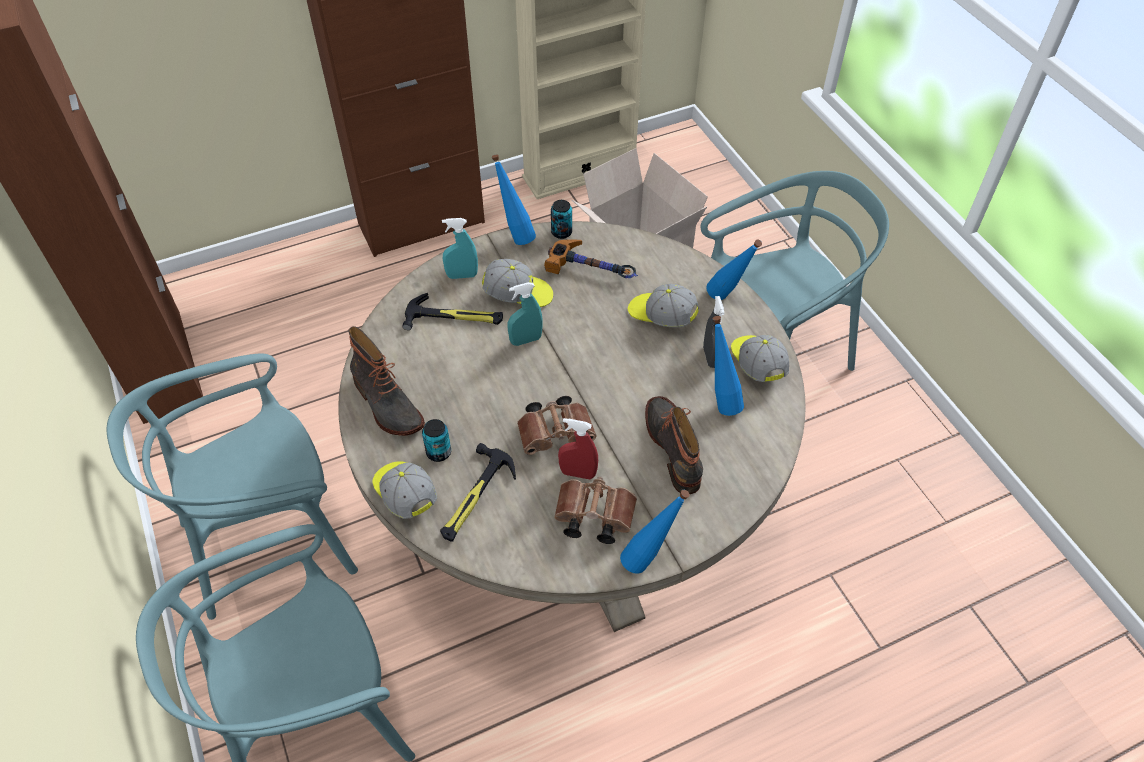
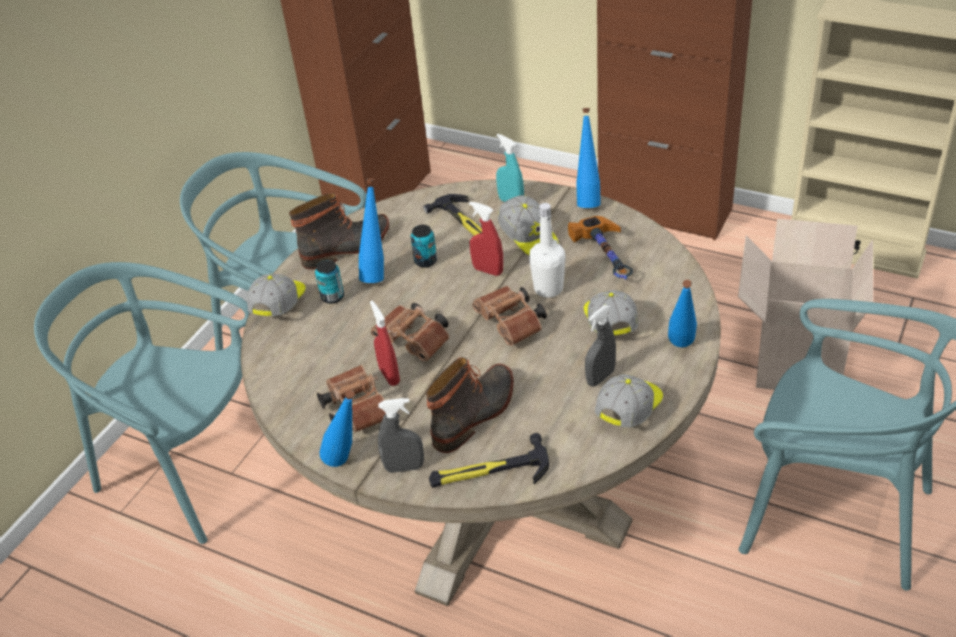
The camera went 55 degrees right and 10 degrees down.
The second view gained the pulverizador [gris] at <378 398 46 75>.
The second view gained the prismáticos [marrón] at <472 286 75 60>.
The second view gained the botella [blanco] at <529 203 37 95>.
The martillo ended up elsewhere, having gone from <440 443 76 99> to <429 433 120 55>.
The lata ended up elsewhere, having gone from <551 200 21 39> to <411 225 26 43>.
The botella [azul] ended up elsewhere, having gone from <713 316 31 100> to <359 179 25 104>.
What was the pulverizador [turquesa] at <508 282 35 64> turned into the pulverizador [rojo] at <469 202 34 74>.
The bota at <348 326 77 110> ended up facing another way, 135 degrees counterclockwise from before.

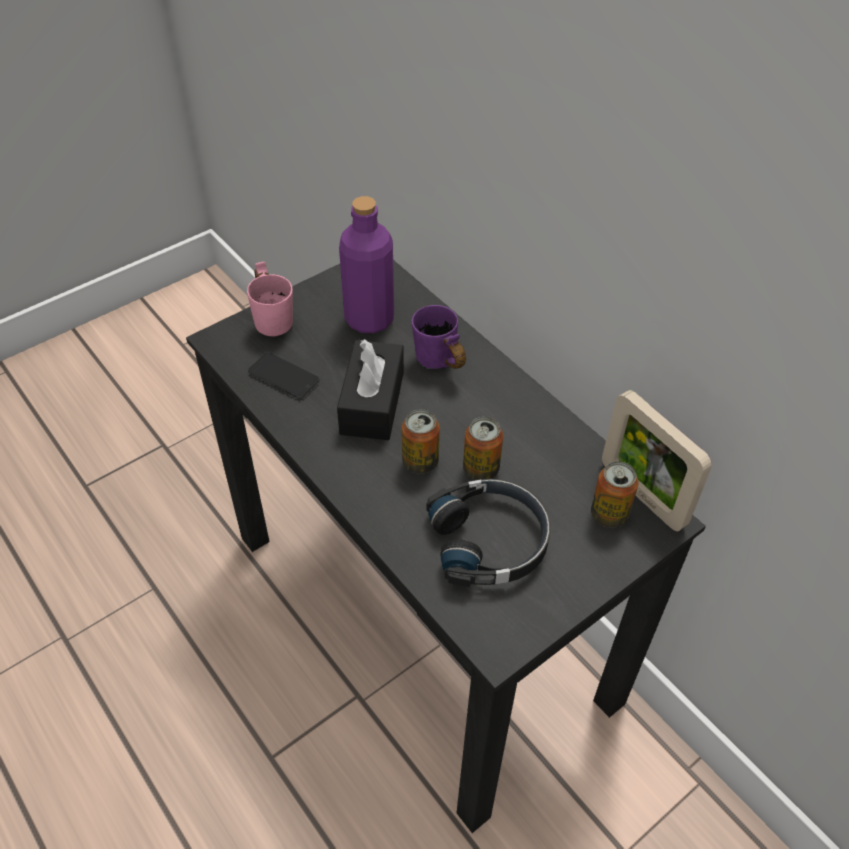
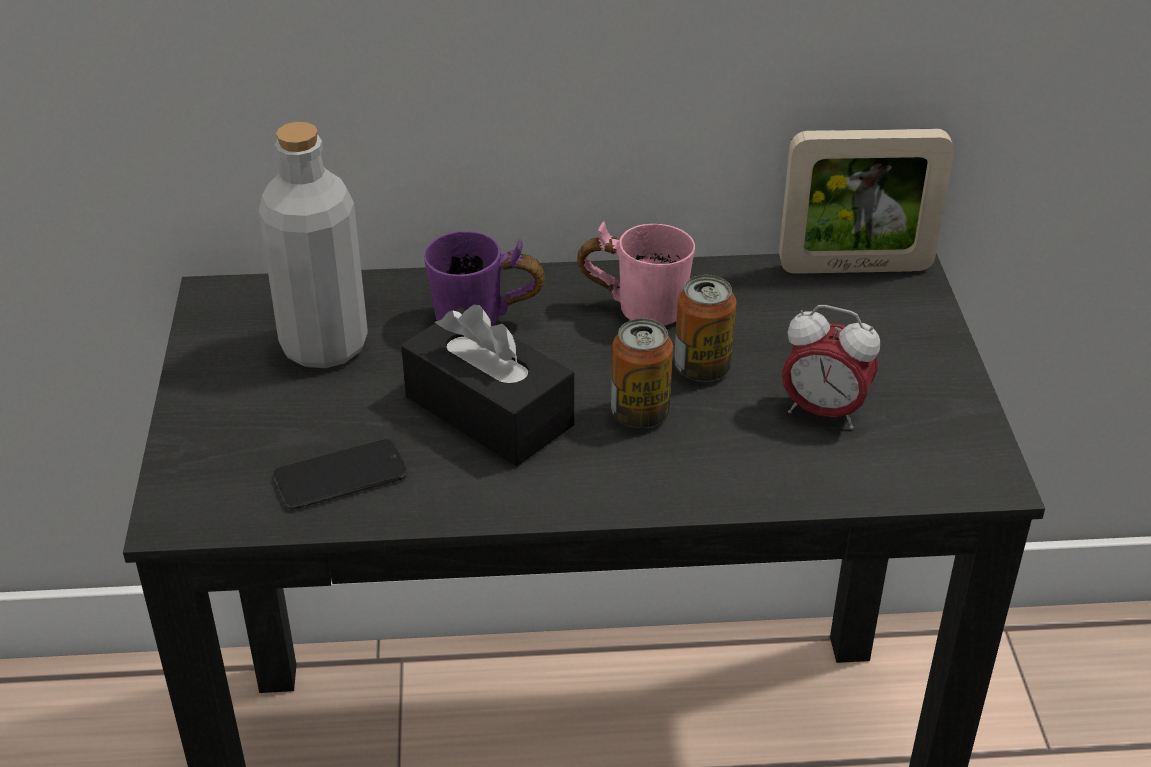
The camera went 55 degrees left and 10 degrees down.
The second view lost the lata at <591 462 48 66>.
The taza grande [rosa] ended up elsewhere, having gone from <247 262 46 75> to <577 222 118 104>.
Where the auriculares [negro] stood at <426 479 124 108>, the despertador came to stand at <782 305 98 124>.
What was the botella [morado] at <339 196 55 137> turned into the botella [gris] at <259 122 109 246>.

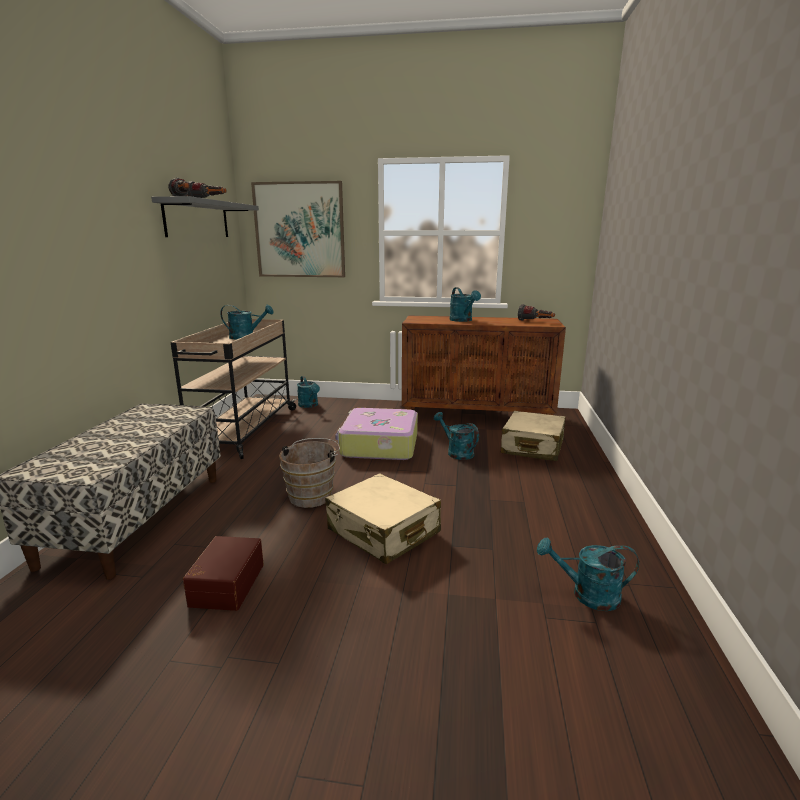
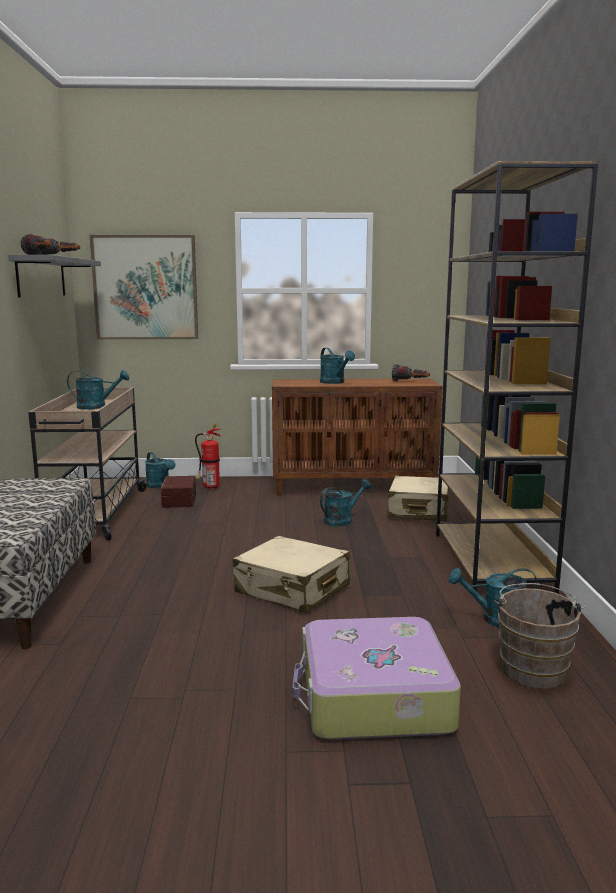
The camera went 10 degrees left and 5 degrees down.
The second view gained the extintor at <195 424 26 65>.
The second view gained the estantería [marrón] at <436 161 162 433>.
The caja de almacenaje [marrón] ended up elsewhere, having gone from <183 536 81 75> to <161 476 35 32>.
The cubo [marrón] ended up elsewhere, having gone from <279 438 61 70> to <494 583 91 106>.
The maleta ended up elsewhere, having gone from <335 408 83 52> to <293 617 168 123>.
The regadera [turquesa] at <434 412 45 48> ended up facing another way, 105 degrees clockwise from before.

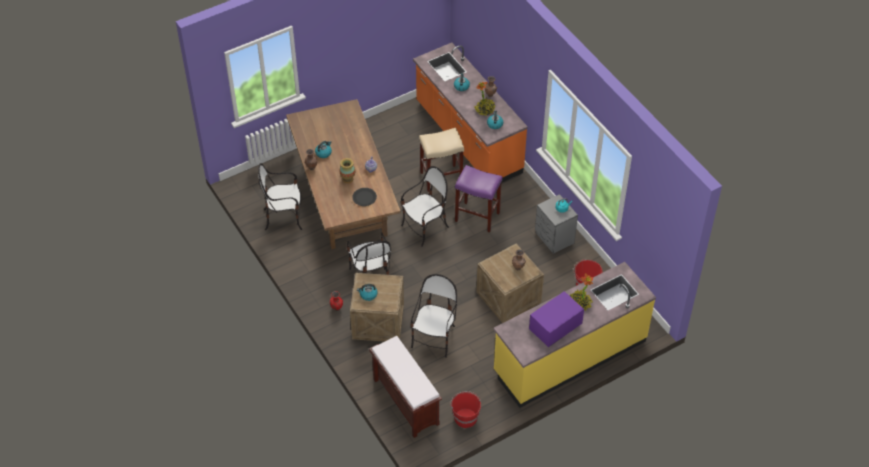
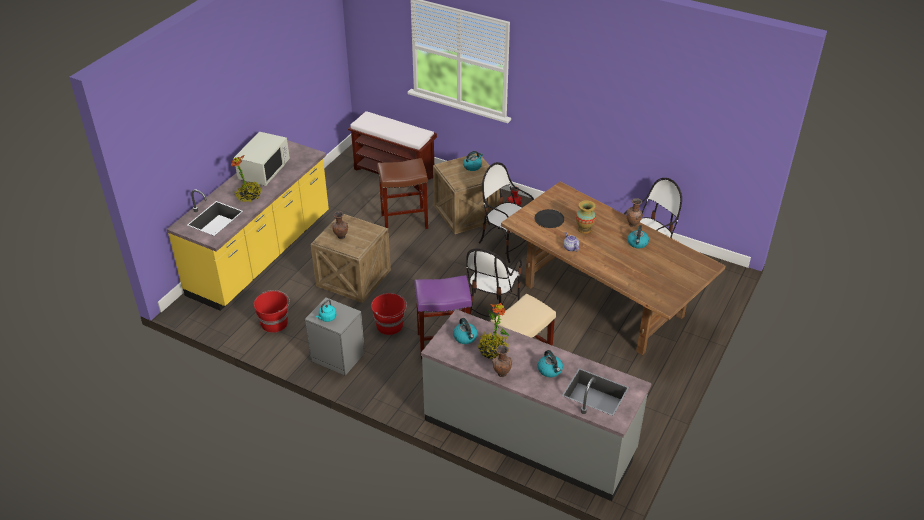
The camera went 150 degrees right and 10 degrees down.
The cubo [rojo] ended up elsewhere, having gone from <451 391 30 37> to <371 293 36 42>.
Where the silla stood at <411 274 46 84>, the taburete [marrón] came to stand at <377 158 51 71>.
What was the mueble bajo de cocina [naranja] at <413 43 115 140> turned into the mueble bajo de cocina [gris] at <421 309 231 192>.
What was the microondas [morado] at <529 291 55 56> turned into the microondas [blanco] at <234 132 56 54>.

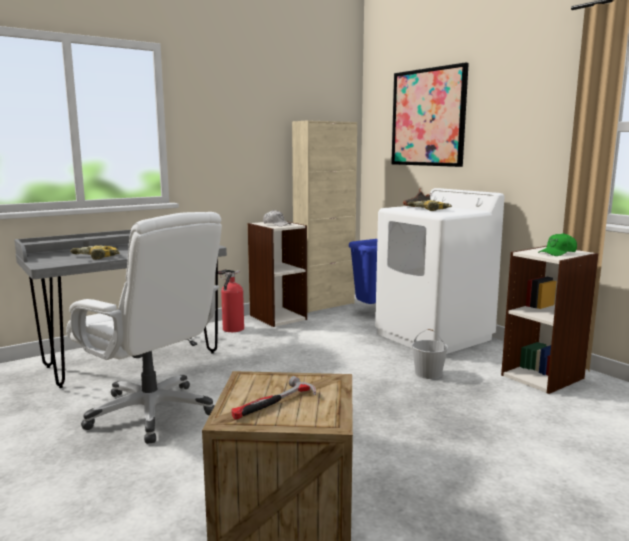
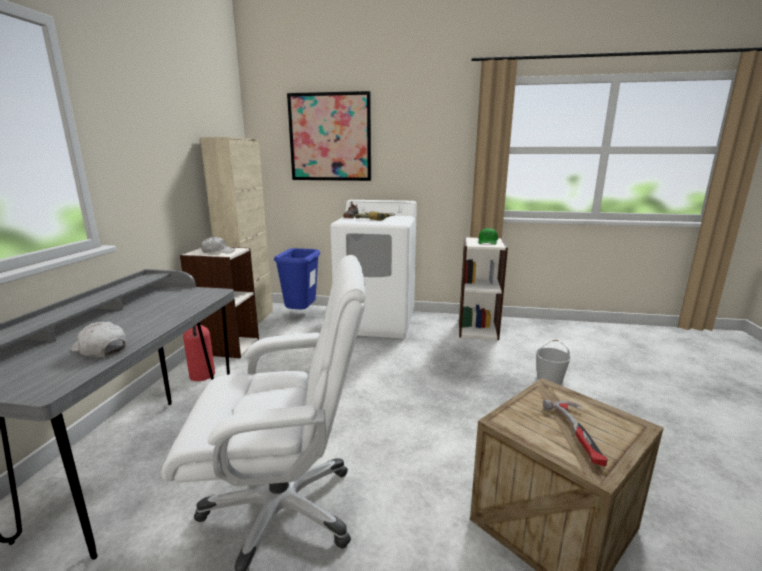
The camera went 45 degrees left and 5 degrees up.
The cubo [blanco] ended up elsewhere, having gone from <412 329 36 50> to <536 340 35 45>.
Where the taladro stood at <70 245 50 15>, the gorra [blanco] came to stand at <71 322 56 35>.

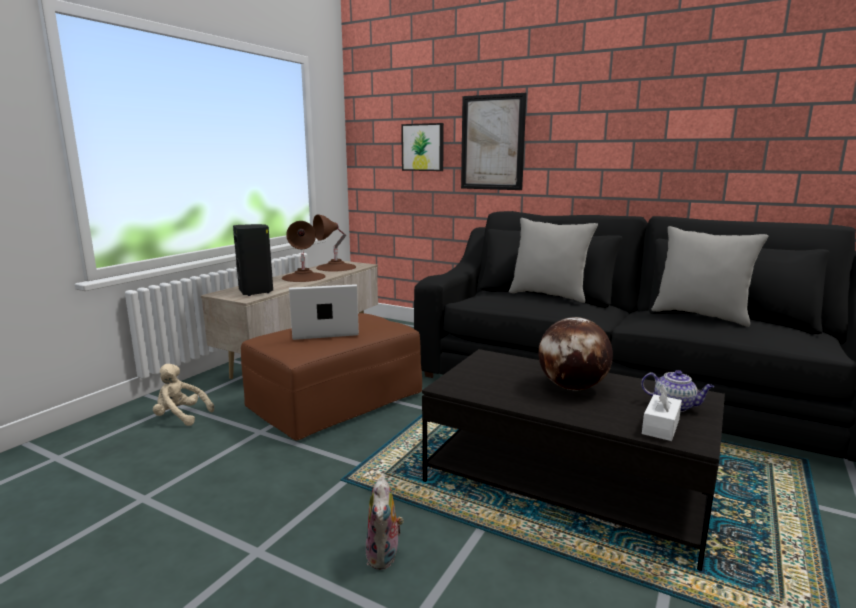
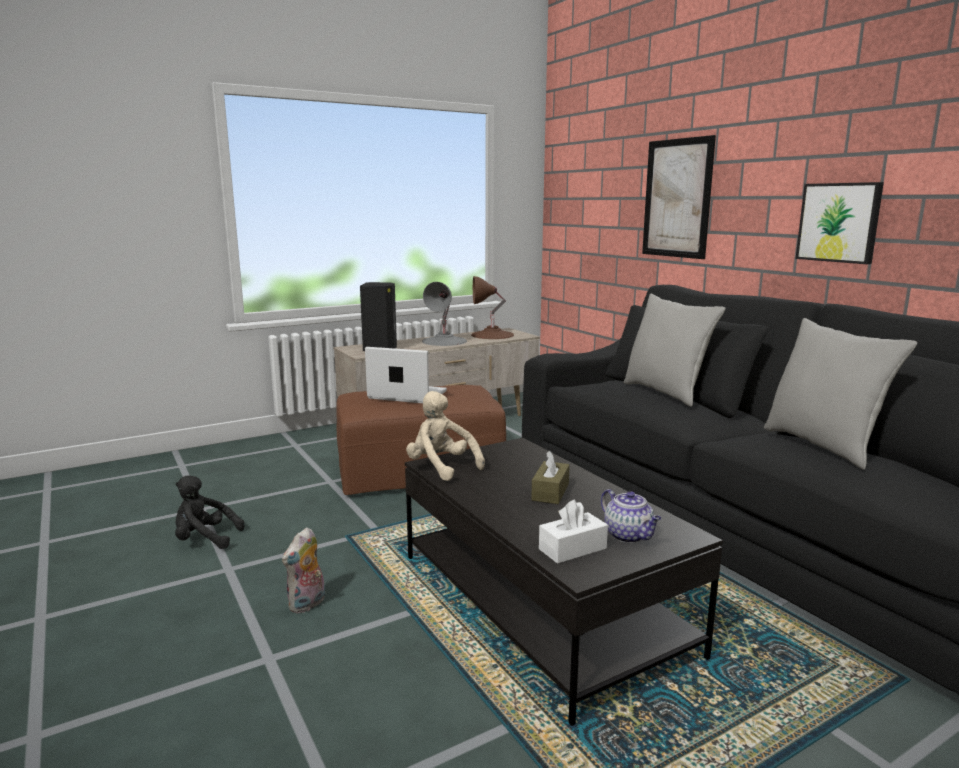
The camera went 30 degrees right and 0 degrees up.
The second view gained the peluche [negro] at <175 476 70 73>.
The peluche [beis] ended up elsewhere, having gone from <153 364 61 62> to <406 391 79 90>.
The cuadro ended up elsewhere, having gone from <401 123 43 48> to <796 182 88 82>.
Where the globo terráqueo stood at <538 317 75 73>, the caja de pañuelos [marrón] came to stand at <531 450 39 54>.
What was the lámpara de mesa [marrón] at <282 221 44 61> turned into the lámpara de mesa [gris] at <422 282 45 64>.

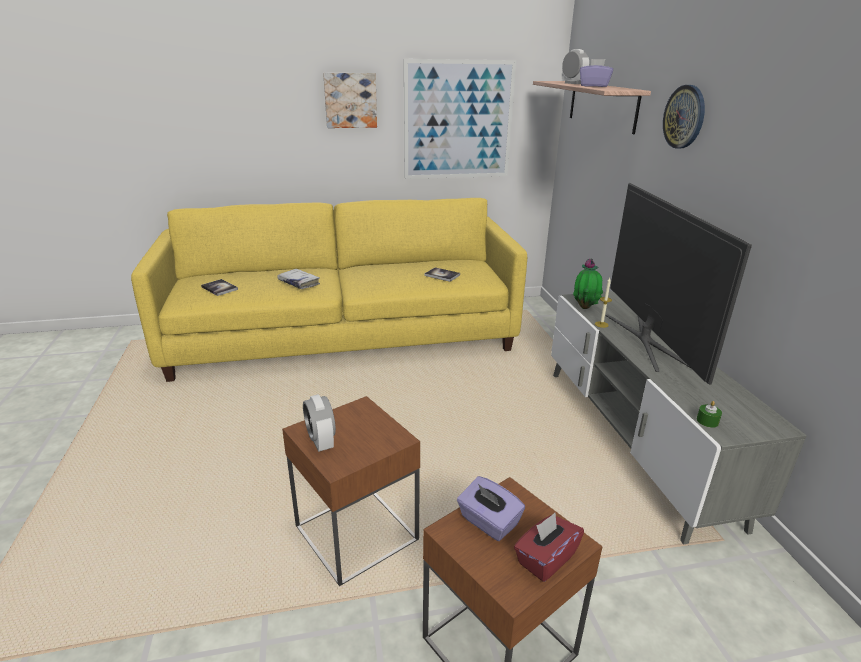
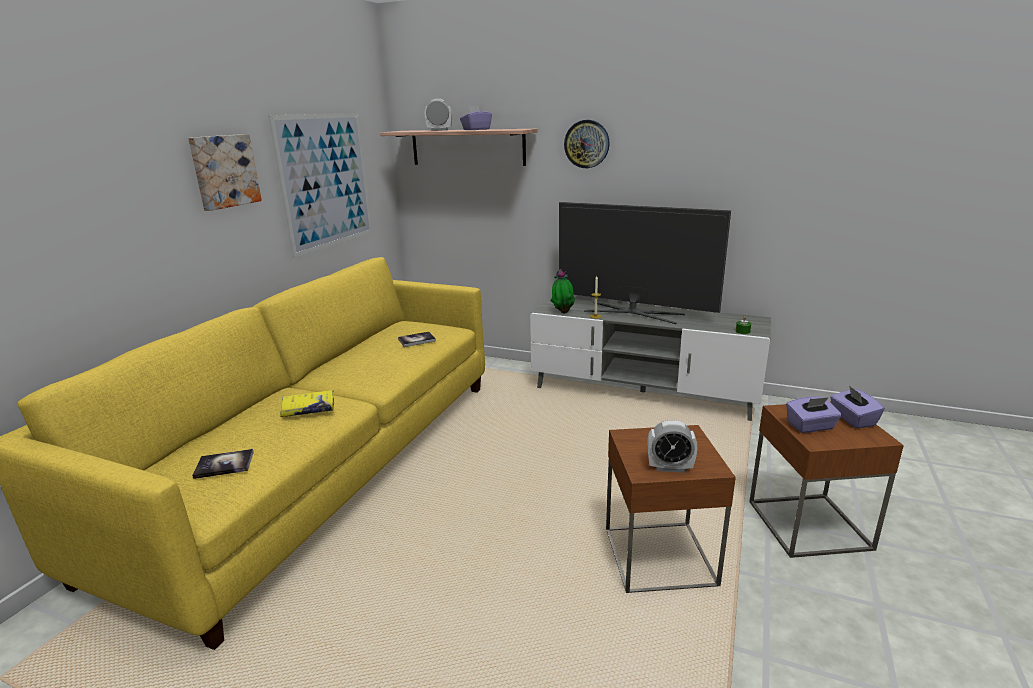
The camera went 55 degrees left and 5 degrees down.
What was the libro [blanco] at <277 269 43 20> turned into the libro [amarillo] at <280 390 54 27>.
What was the caja de pañuelos [rojo] at <514 513 70 69> turned into the caja de pañuelos [morado] at <830 386 55 42>.

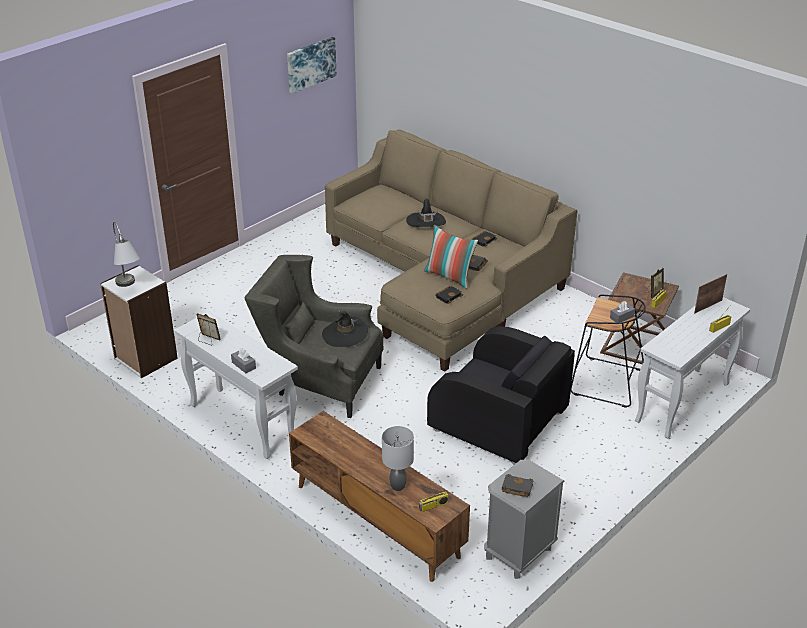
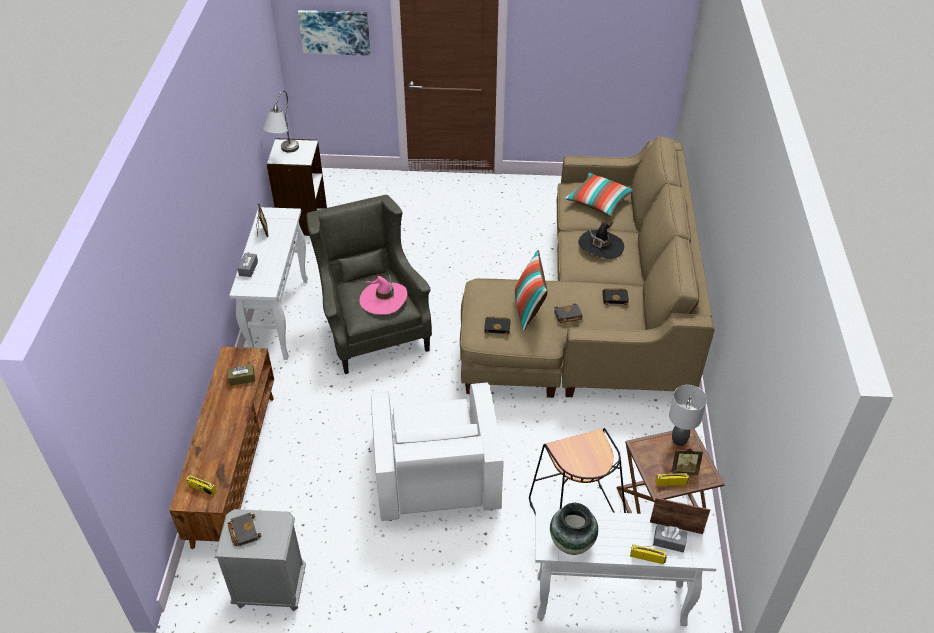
The camera went 50 degrees right and 10 degrees up.
The second view gained the caja de pañuelos [marrón] at <227 365 28 21>.
The second view gained the florero at <550 503 48 52>.
The second view gained the cojín at <565 173 68 44>.
The cuadro ended up elsewhere, having gone from <287 37 50 57> to <298 10 72 46>.
The lámpara de mesa [gris] ended up elsewhere, having gone from <382 426 32 65> to <669 385 38 61>.
The caja de pañuelos [gris] ended up elsewhere, having gone from <610 301 25 22> to <653 525 35 27>.
What was the sombrero [negro] at <322 311 46 36> turned into the sombrero [rosa] at <359 275 48 39>.
What was the sillón [negro] at <427 326 148 139> turned into the sillón [blanco] at <371 382 133 139>.

